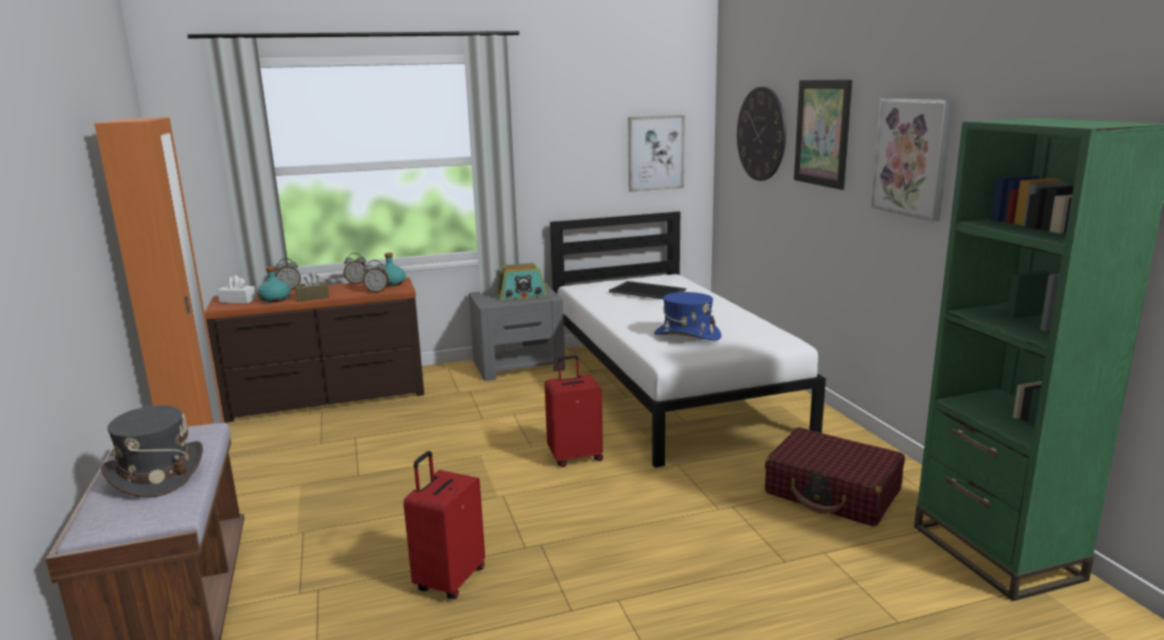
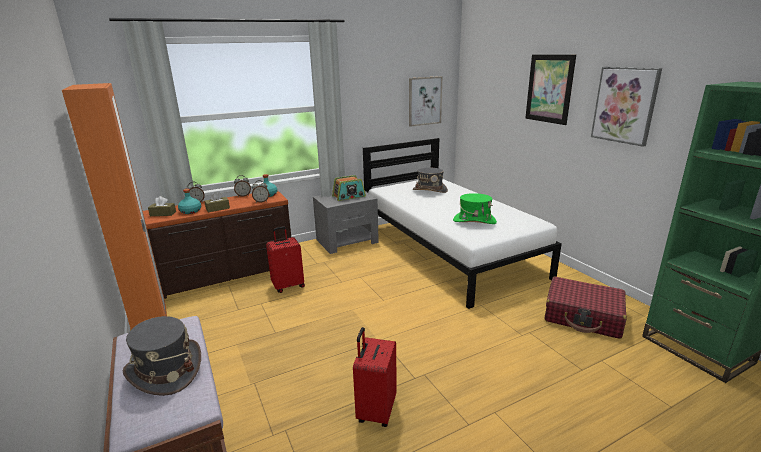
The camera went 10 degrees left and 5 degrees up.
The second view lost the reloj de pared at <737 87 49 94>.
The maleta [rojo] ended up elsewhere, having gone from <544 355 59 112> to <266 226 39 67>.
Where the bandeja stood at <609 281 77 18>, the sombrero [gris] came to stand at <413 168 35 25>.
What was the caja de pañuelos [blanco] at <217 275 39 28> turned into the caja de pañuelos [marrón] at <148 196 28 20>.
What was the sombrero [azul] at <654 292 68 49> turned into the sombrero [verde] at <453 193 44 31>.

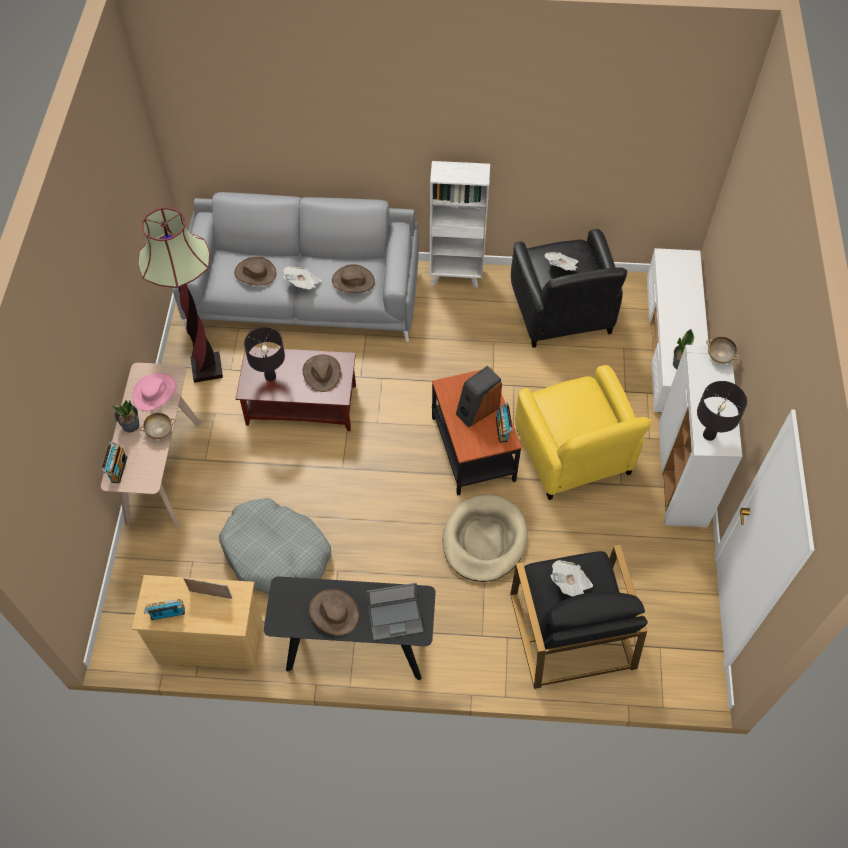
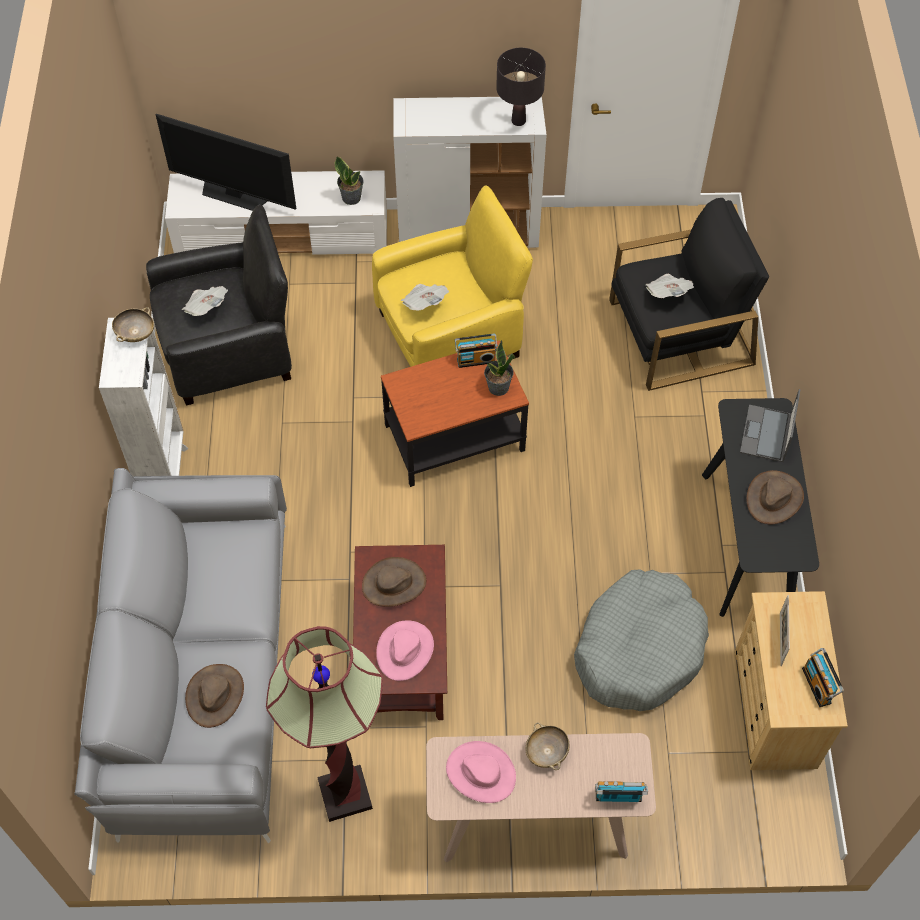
The camera went 95 degrees left and 0 degrees up.
The second view lost the sombrero [marrón] at <332 264 43 29>.
The second view lost the cama para perro [beis] at <443 495 85 87>.
The second view lost the altavoz at <456 366 46 61>.
The second view gained the televisor at <156 114 140 97>.
The planta en maceta ended up elsewhere, having gone from <113 400 27 33> to <484 340 31 56>.
The periódico ended up elsewhere, having gone from <283 266 39 24> to <401 284 48 26>.
The cuenco [beis] ended up elsewhere, having gone from <706 337 33 27> to <112 307 42 35>.
Where the lámpara de mesa [negro] stood at <244 327 41 54>, the sombrero [rosa] came to stand at <376 621 58 60>.
The portátil at <367 583 56 57> ended up facing another way, 150 degrees counterclockwise from before.

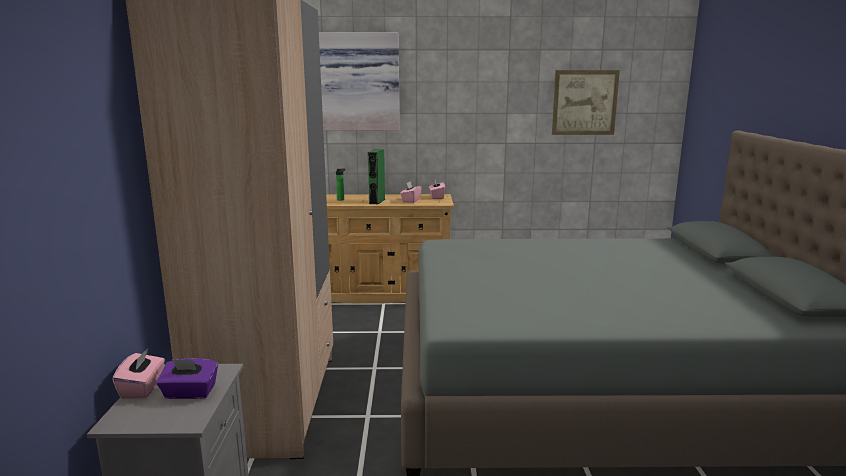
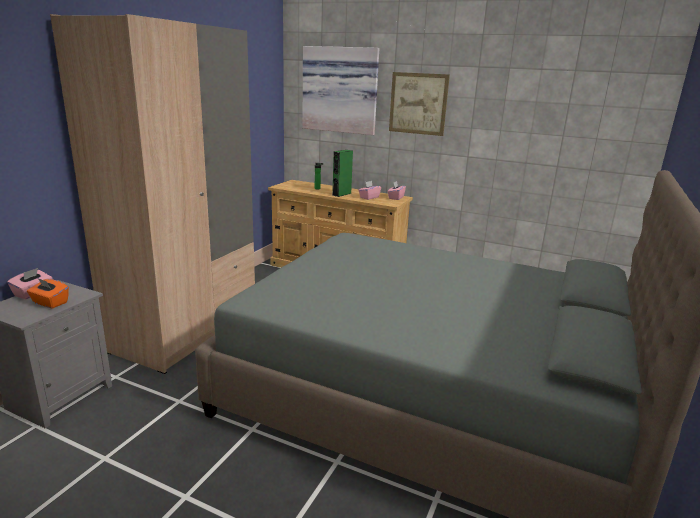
The camera went 25 degrees right and 5 degrees up.
The cuadro ended up elsewhere, having gone from <552 70 68 65> to <389 72 61 64>.
What was the caja de pañuelos [morado] at <156 358 62 41> turned into the caja de pañuelos [naranja] at <27 278 42 31>.

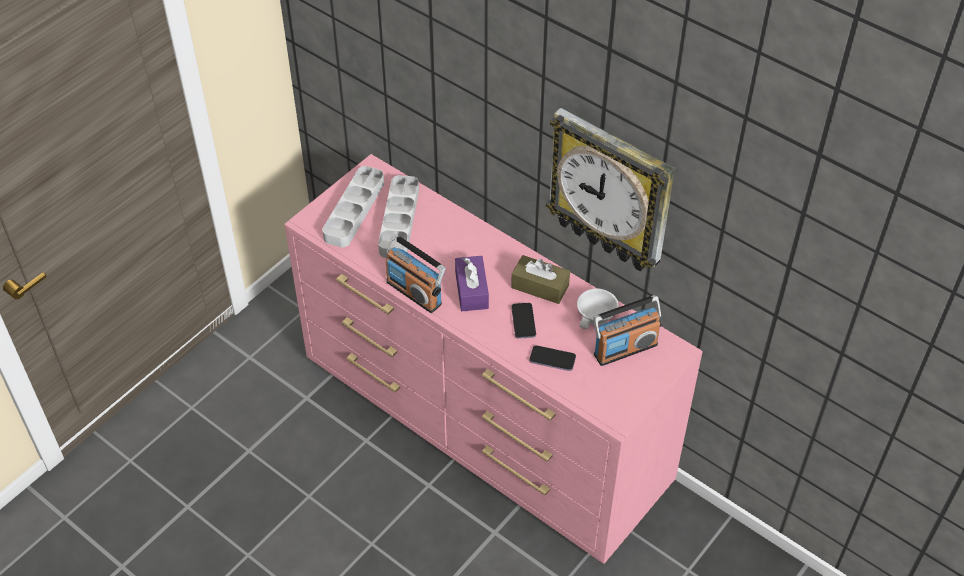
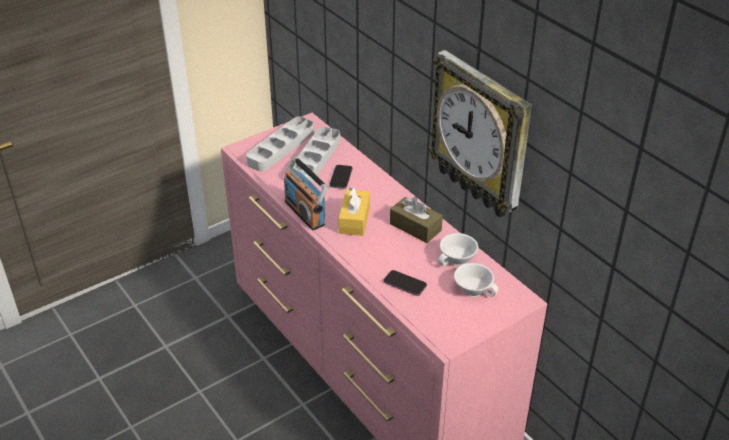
The camera went 15 degrees right and 10 degrees down.
The móvil ended up elsewhere, having gone from <511 303 25 36> to <329 165 23 24>.
Where the radio stood at <593 295 69 71>, the taza [blanco] came to stand at <454 263 44 34>.
What was the caja de pañuelos [morado] at <455 256 34 55> turned into the caja de pañuelos [amarillo] at <338 187 32 49>.

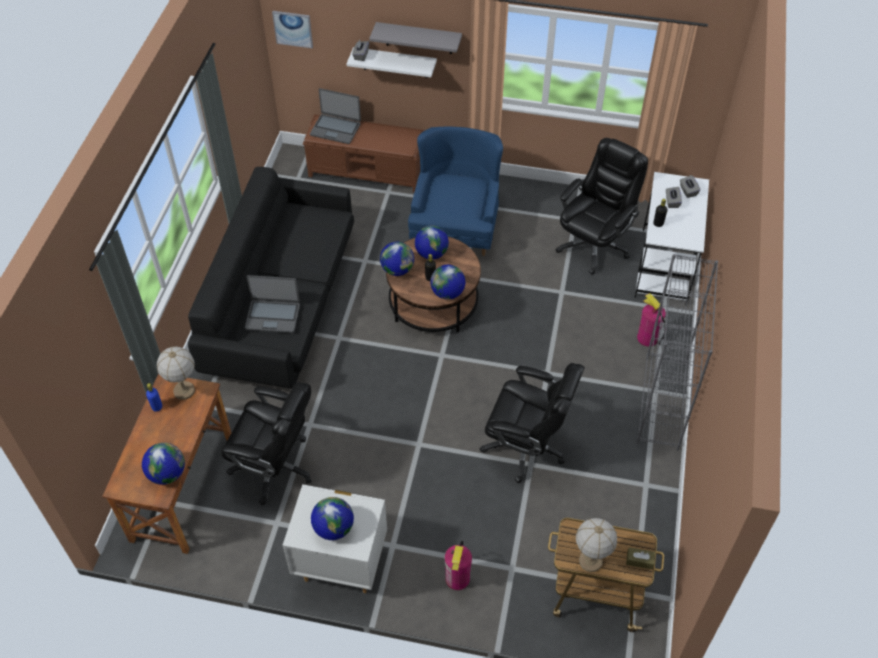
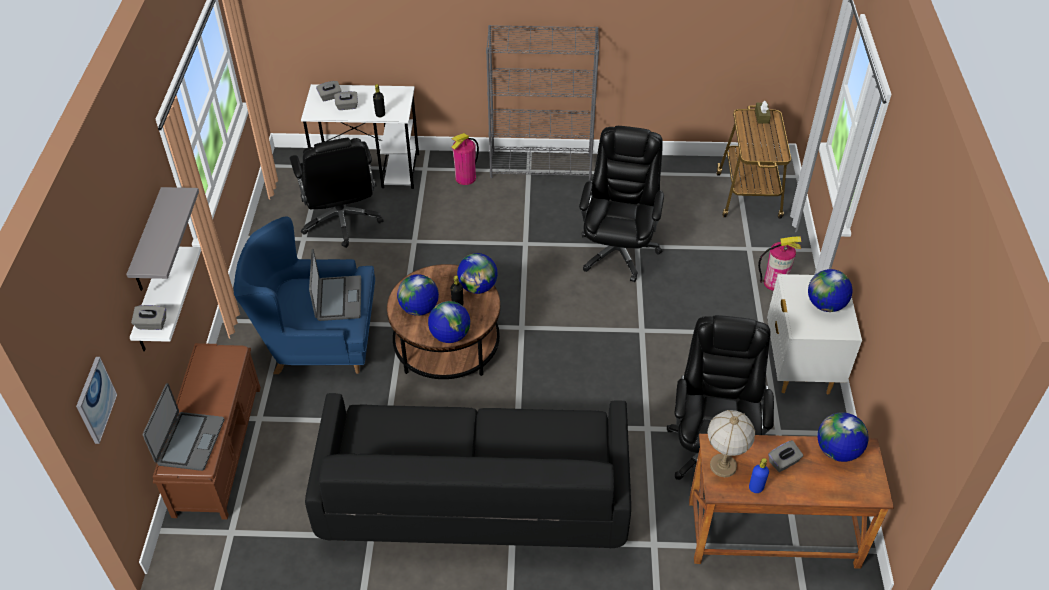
The camera went 100 degrees left and 5 degrees down.
The second view lost the lámpara de mesa at <576 518 41 54>.
The second view gained the caja de pañuelos [gris] at <768 440 35 32>.
The portátil ended up elsewhere, having gone from <245 275 55 58> to <309 249 52 72>.
The silla de oficina [negro] at <556 138 92 137> ended up facing another way, 135 degrees counterclockwise from before.

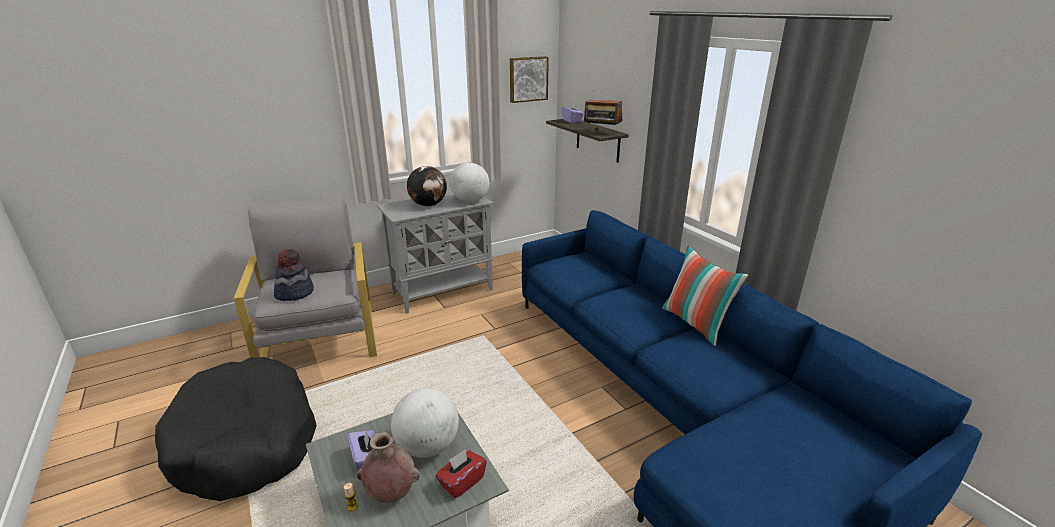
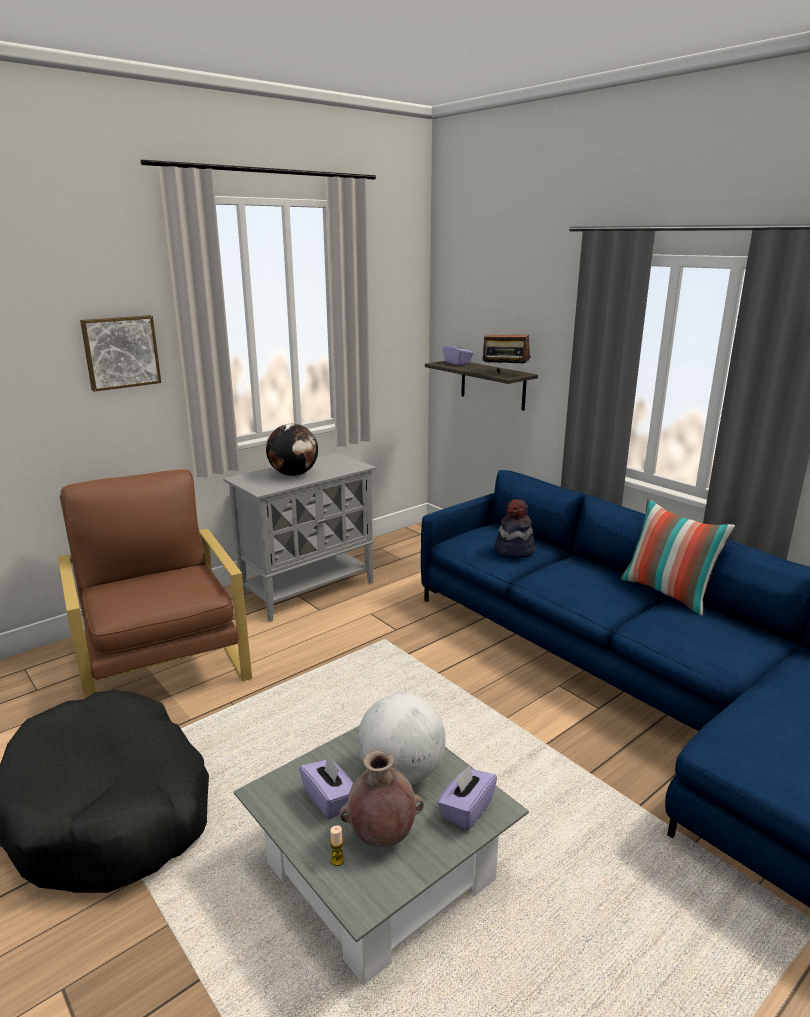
The camera went 10 degrees left and 5 degrees down.
The second view lost the globo terráqueo at <450 163 39 39>.
The sombrero ended up elsewhere, having gone from <274 249 40 52> to <495 499 40 60>.
The cuadro ended up elsewhere, having gone from <510 56 39 47> to <80 315 81 77>.
What was the sillón [gris] at <234 198 143 160> turned into the sillón [marrón] at <58 469 194 230>.
What was the caja de pañuelos [rojo] at <436 450 51 48> turned into the caja de pañuelos [morado] at <438 765 59 65>.

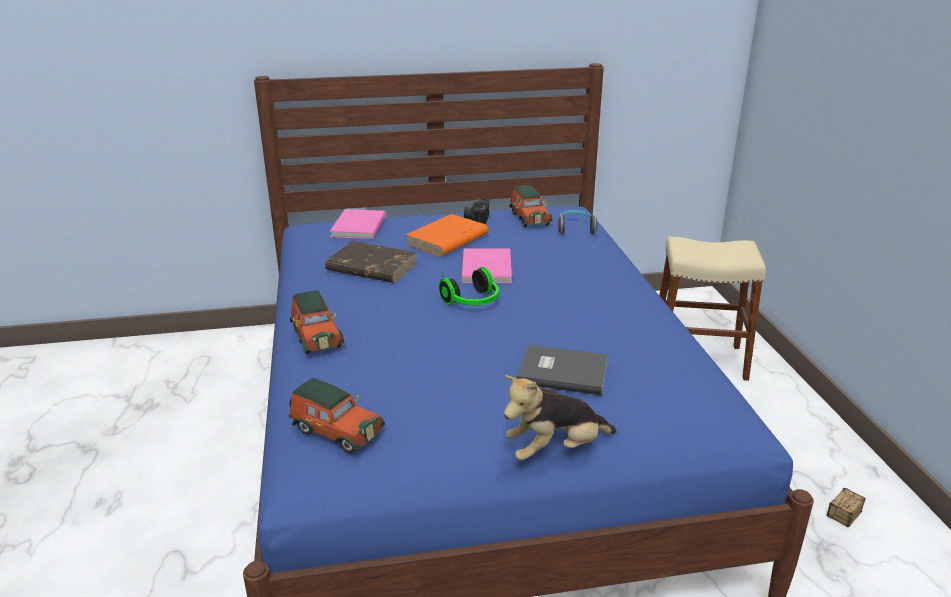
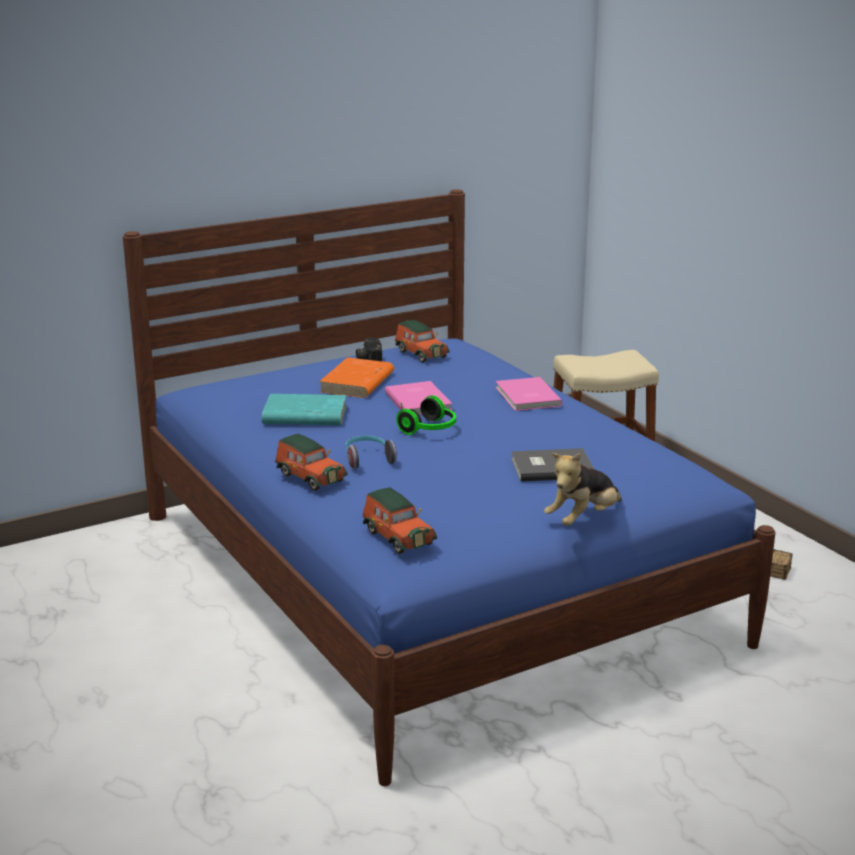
The camera went 20 degrees left and 5 degrees down.
The libro [rosa] ended up elsewhere, having gone from <330 209 56 30> to <495 377 67 34>.
The auriculares ended up elsewhere, having gone from <558 210 39 24> to <346 436 51 33>.
What was the libro [marrón] at <325 241 92 42> turned into the libro [turquesa] at <262 394 85 31>.
The coche de juguete at <289 378 96 75> ended up facing another way, 45 degrees clockwise from before.

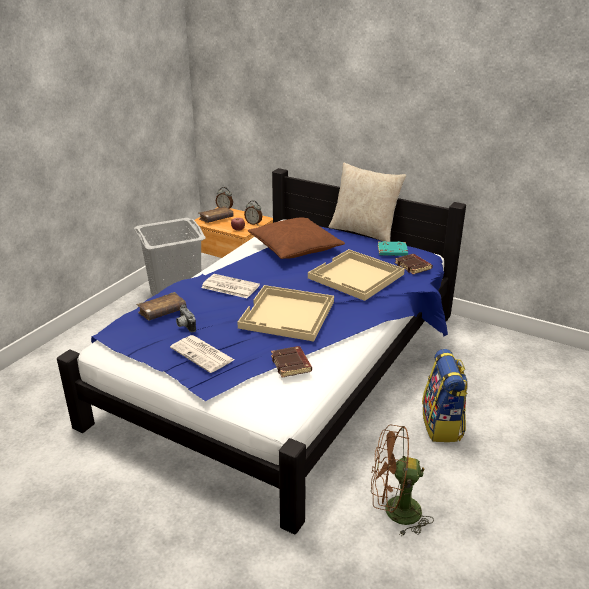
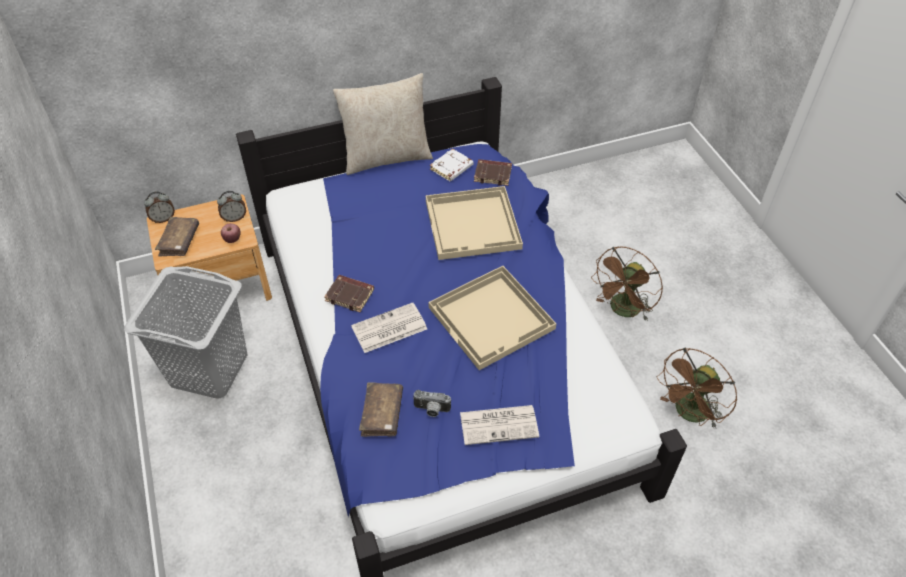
The camera went 50 degrees left and 20 degrees up.
The second view lost the cojín [marrón] at <248 217 97 42>.
The libro [marrón] ended up elsewhere, having gone from <271 346 41 31> to <324 275 50 37>.
Where the mochila stood at <422 349 46 93>, the ventilador [marrón] came to stand at <591 247 72 74>.
What was the libro [turquesa] at <378 241 30 15> turned into the libro [blanco] at <430 149 43 32>.

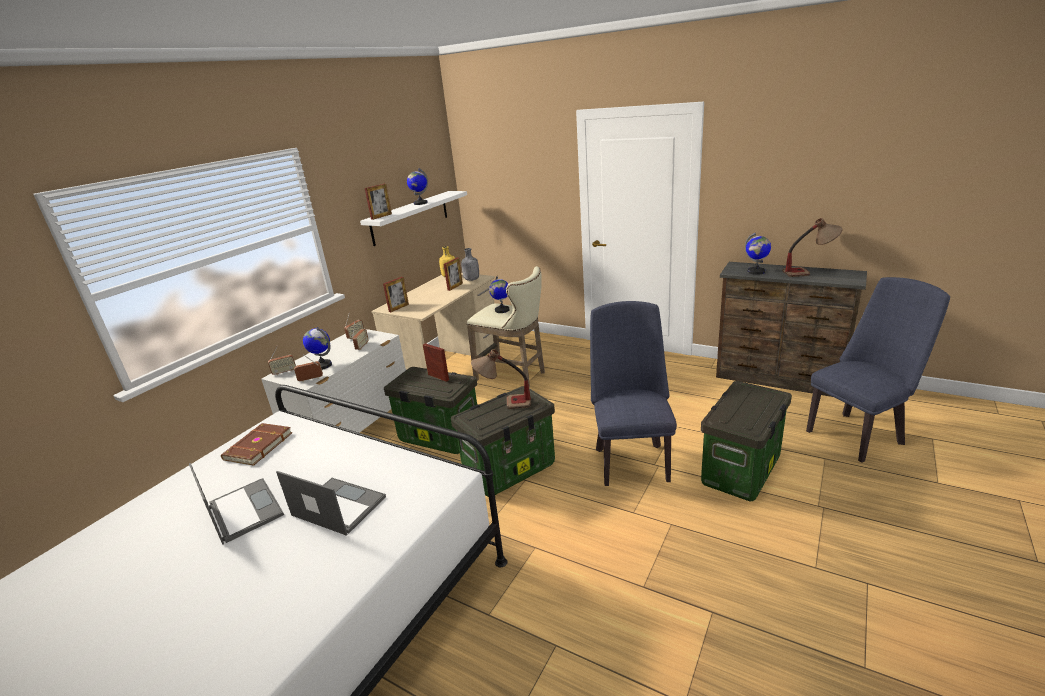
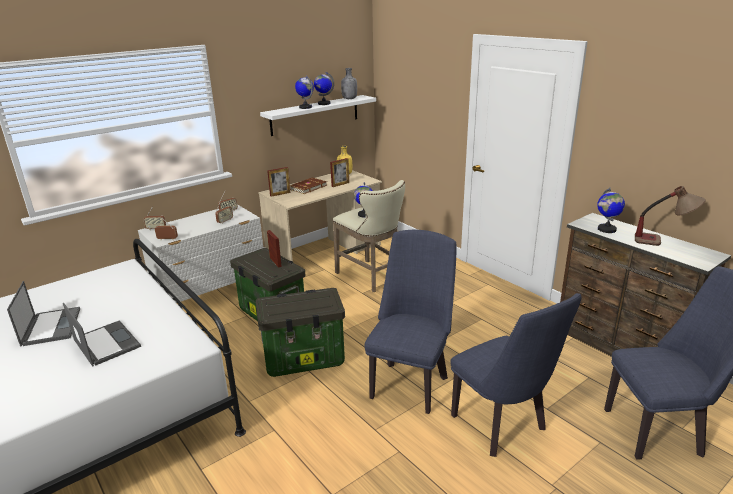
The camera went 20 degrees right and 0 degrees up.
The second view lost the portarretratos at <365 184 27 36>.
The second view lost the lámpara de mesa at <471 349 60 60>.
The libro [marrón] ended up elsewhere, having gone from <221 423 71 43> to <290 178 37 16>.
The globo terráqueo ended up elsewhere, having gone from <303 327 29 43> to <295 75 19 34>.
The botella [gris] ended up elsewhere, having gone from <461 248 18 33> to <341 68 16 31>.
Where the caja de almacenaje stood at <701 381 91 121>, the silla [azul] came to stand at <450 293 131 164>.

